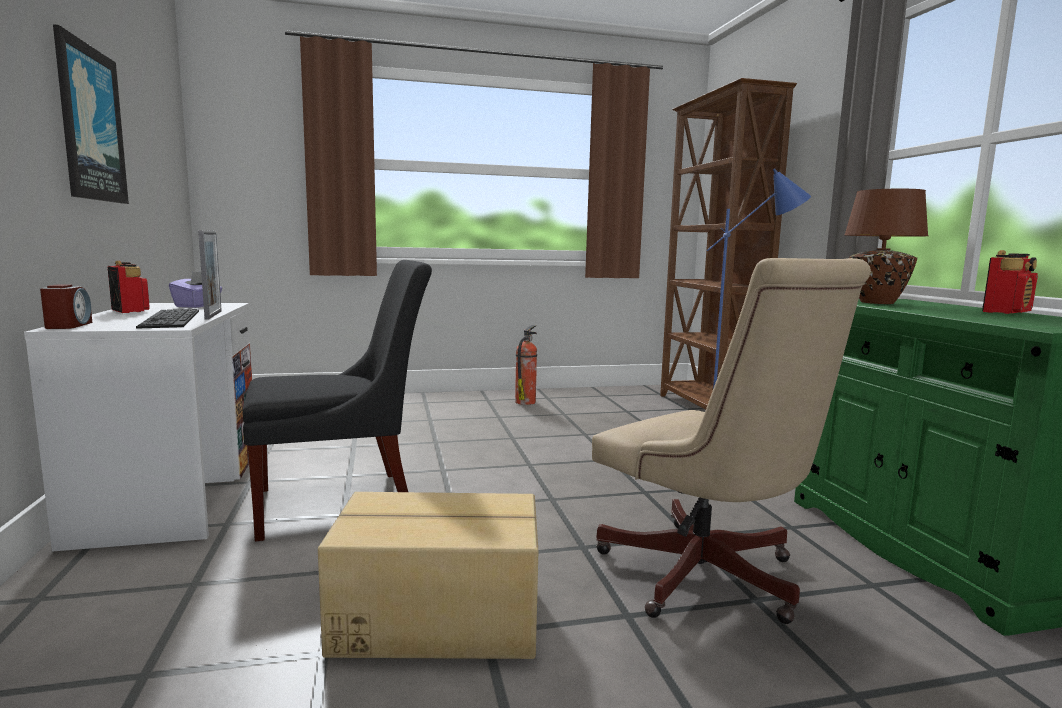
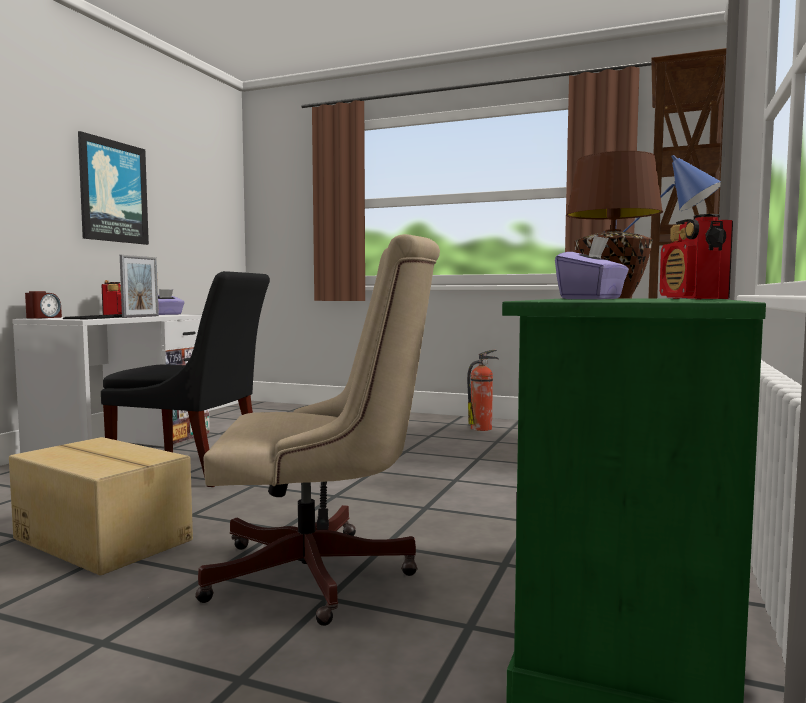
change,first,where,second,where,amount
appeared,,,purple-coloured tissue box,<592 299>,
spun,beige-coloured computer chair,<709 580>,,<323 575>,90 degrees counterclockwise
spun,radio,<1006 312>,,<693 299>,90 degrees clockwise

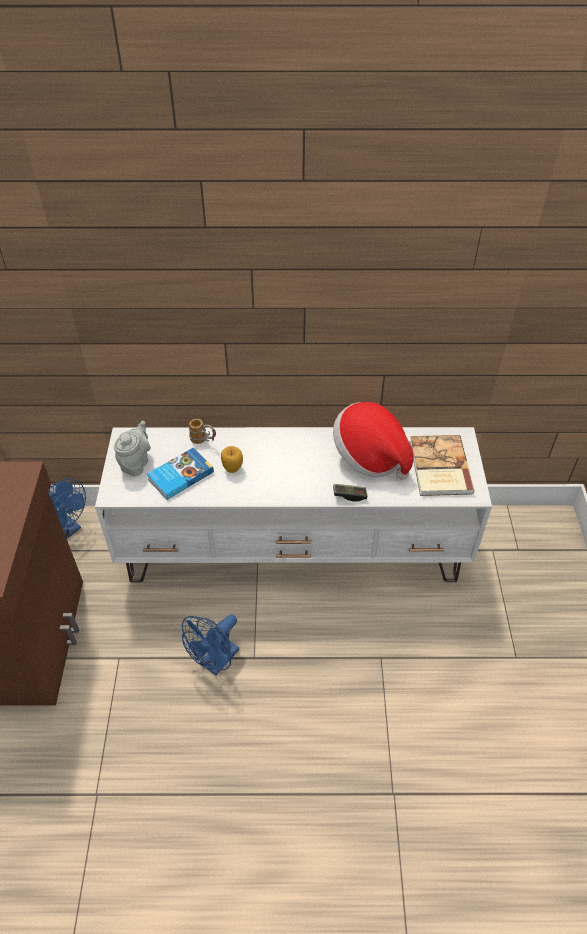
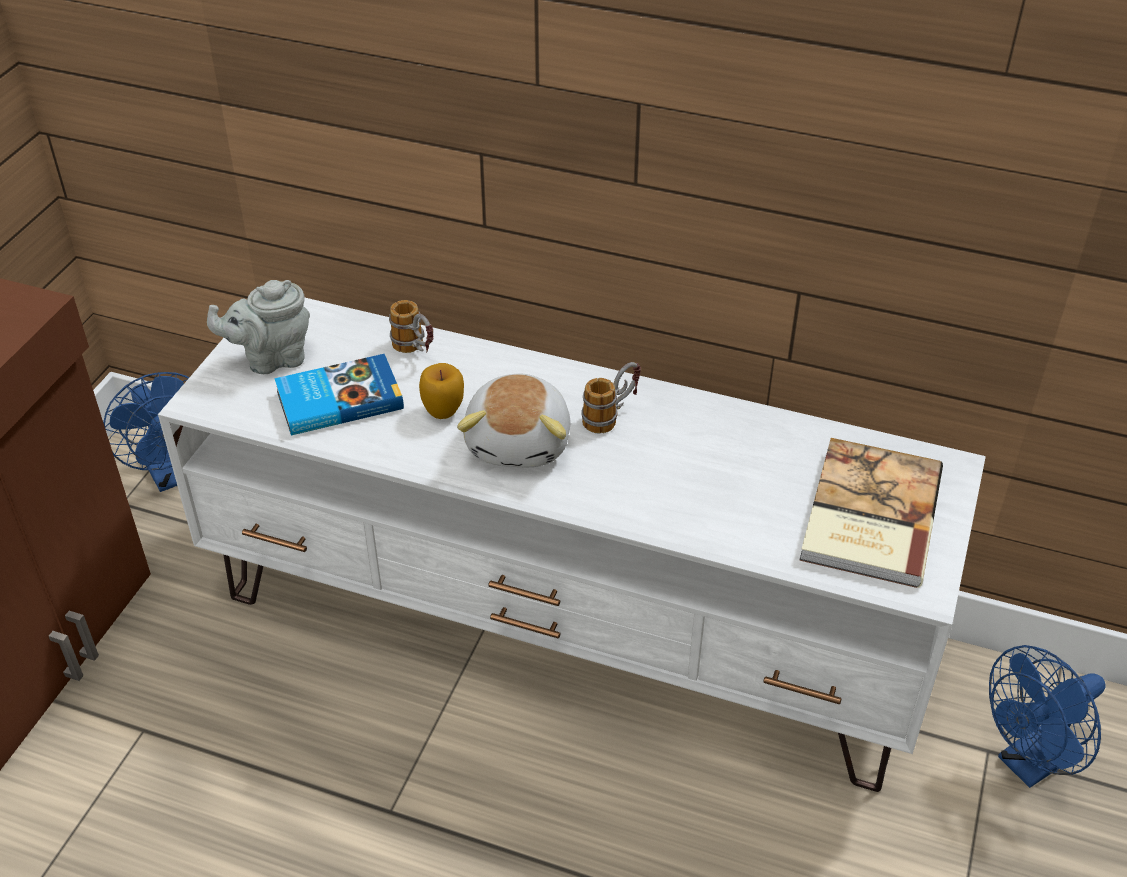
change,first,where,second,where,amount
missing,clothing hat,<370 456>,,,
missing,game controller,<349 495>,,,
appeared,,,soft toy,<520 442>,
appeared,,,mug,<611 416>,
relocated,blue cooling fan,<216 662>,,<1030 763>,
spun,grey pot for tea,<136 463>,,<272 358>,150 degrees counterclockwise

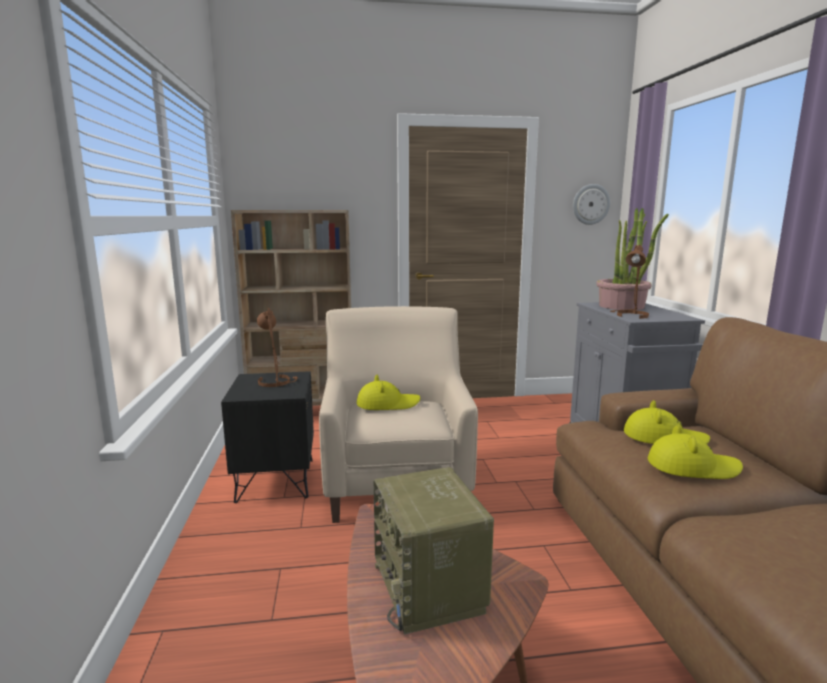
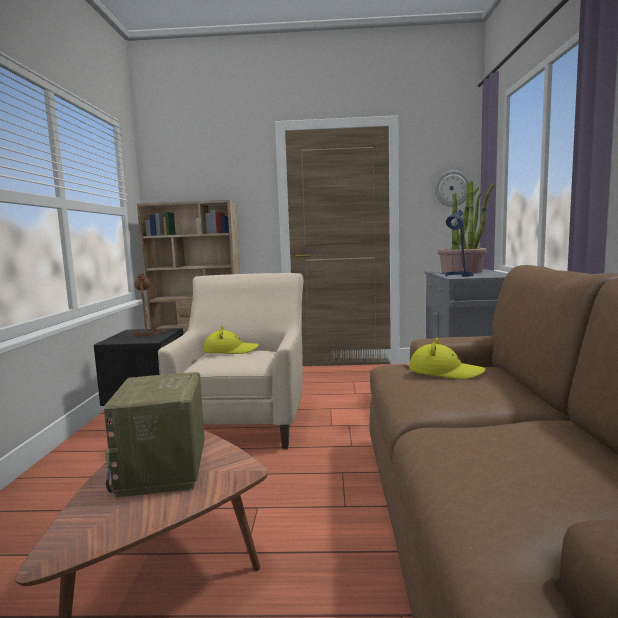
change,first,where,second,where,amount
missing,yellowish clothing hat,<692 467>,,,
colour,brown lamp for a table,<630 315>,blue lamp for a table,<457 275>,

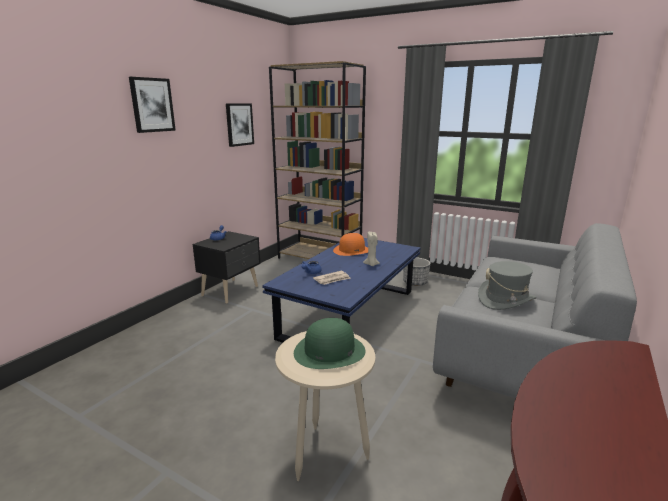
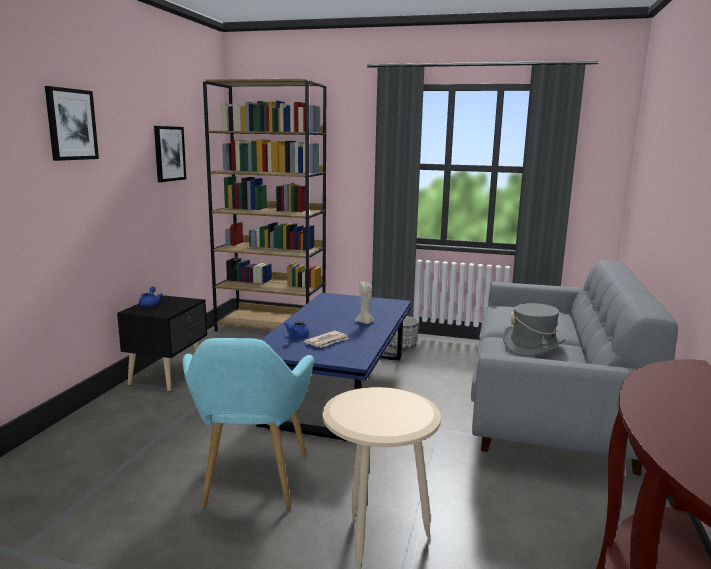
change,first,where,second,where,amount
missing,green-coloured clothing hat,<329 351>,,,
missing,orange-coloured clothing hat,<352 250>,,,
appeared,,,blue-green lounge chair,<251 484>,

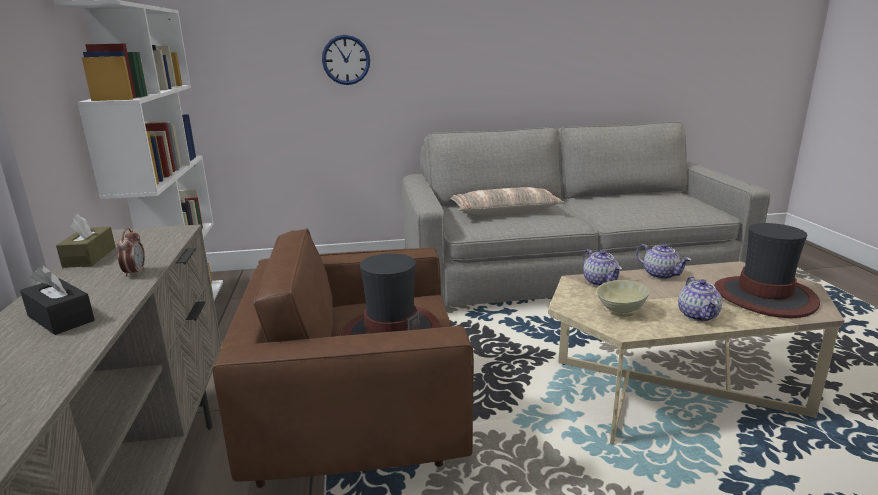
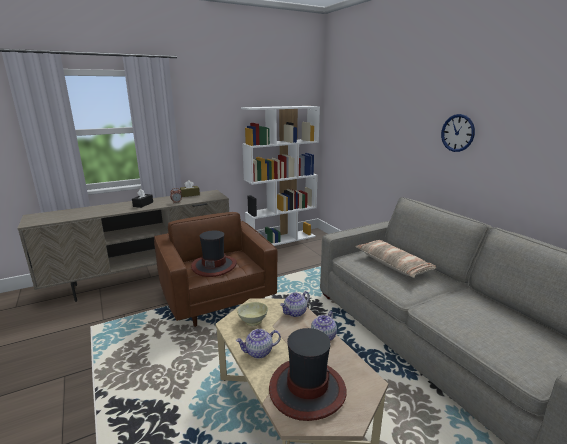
change,first,where,second,where,amount
relocated,clock on the wall,<346 60>,,<457 133>,

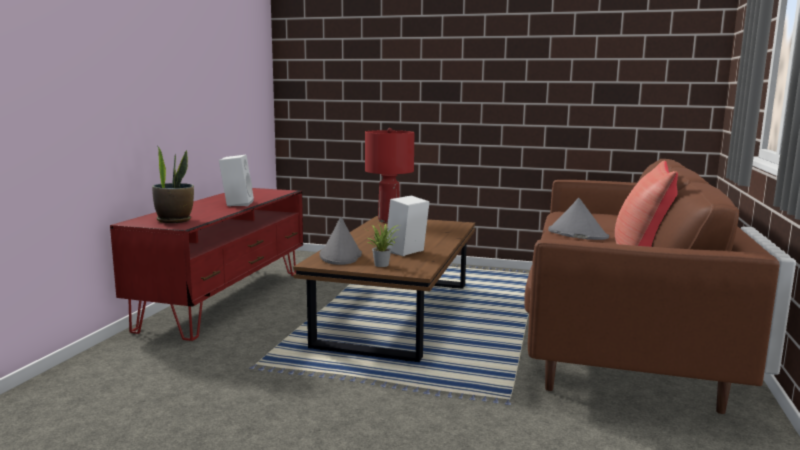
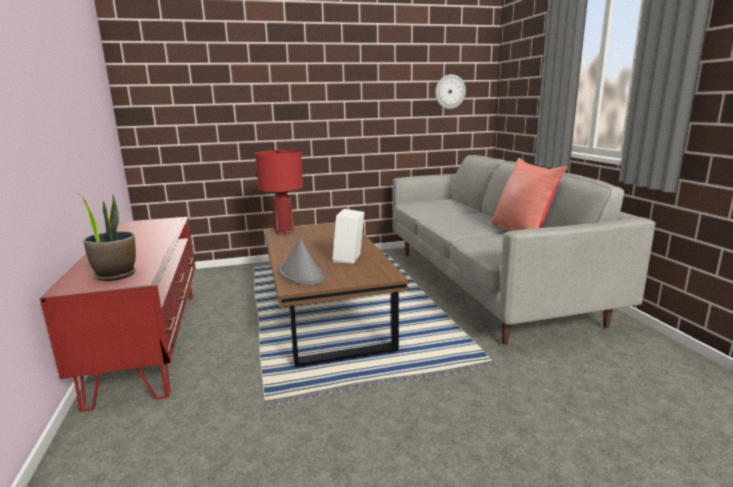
change,first,where,second,where,amount
missing,whitish audio speaker,<237 203>,,,
missing,plant in a pot,<382 264>,,,
missing,grey clothing hat,<577 234>,,,
appeared,,,clock on the wall,<450 91>,
colour,brown couch,<618 331>,grey couch,<486 285>,

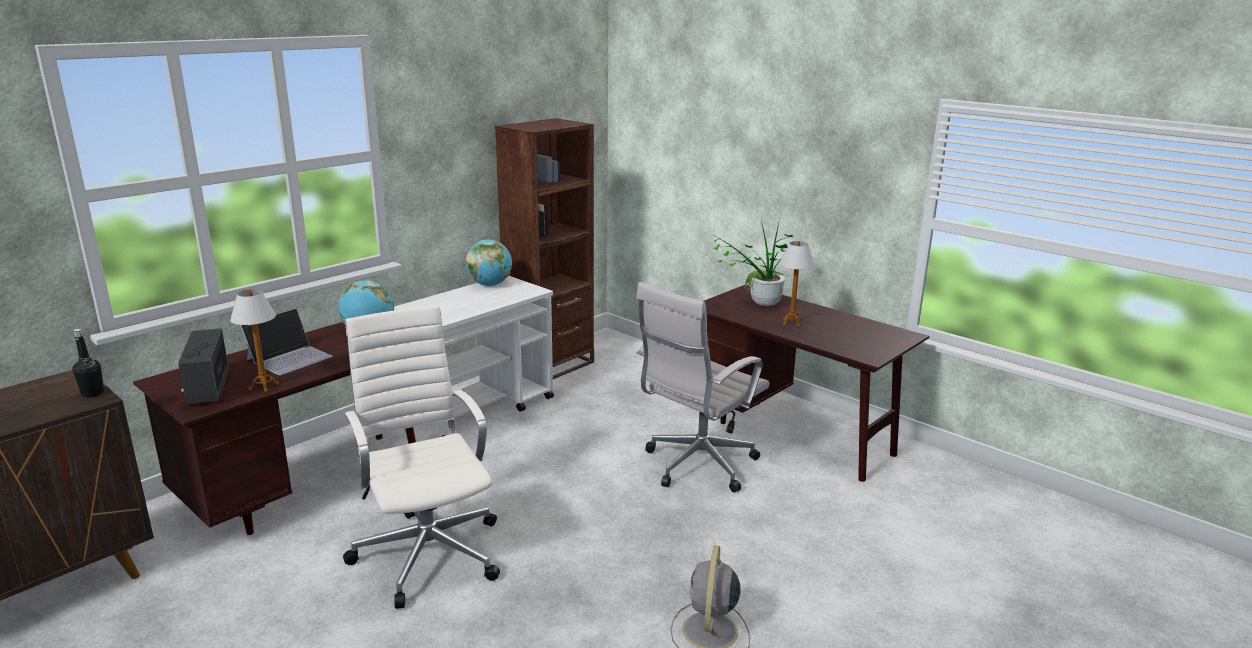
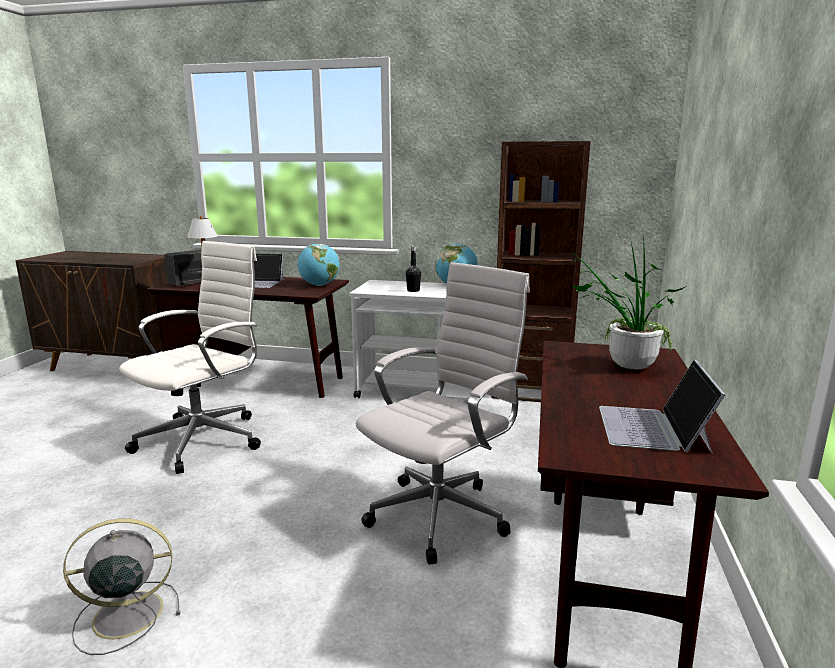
change,first,where,second,where,amount
missing,lamp for a table,<791 323>,,,
appeared,,,notebook computer,<653 428>,
relocated,black bottle,<92 393>,,<413 290>,
spun,whitish computer chair,<696 466>,,<442 513>,120 degrees clockwise

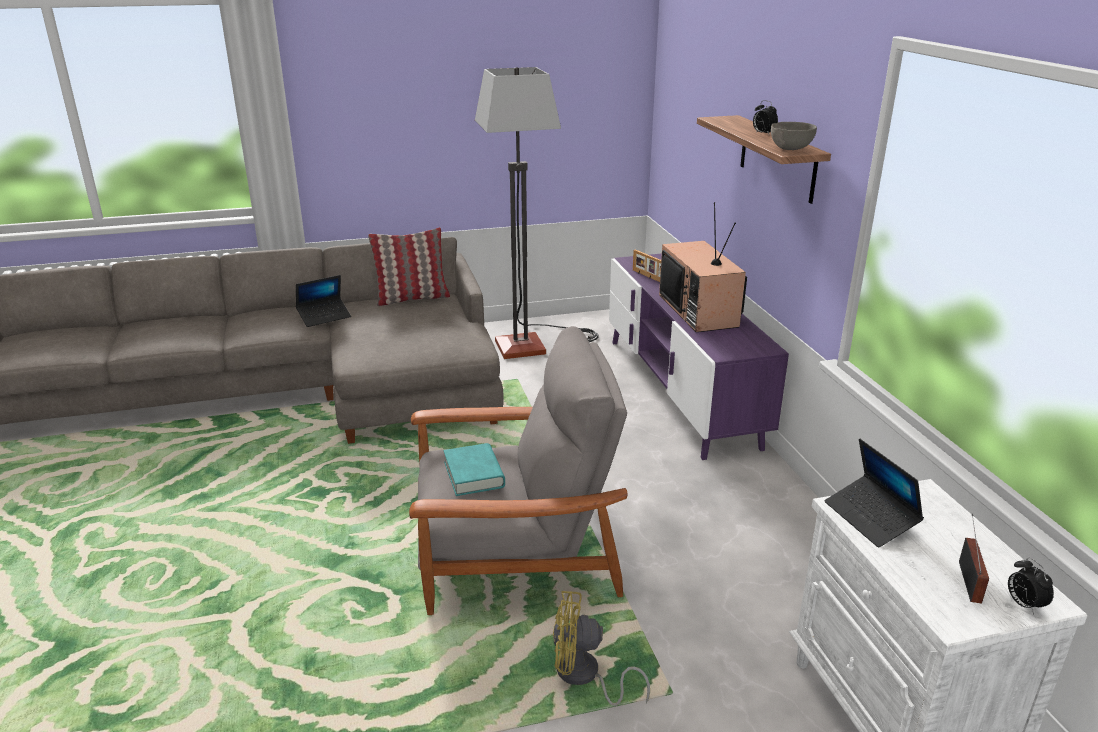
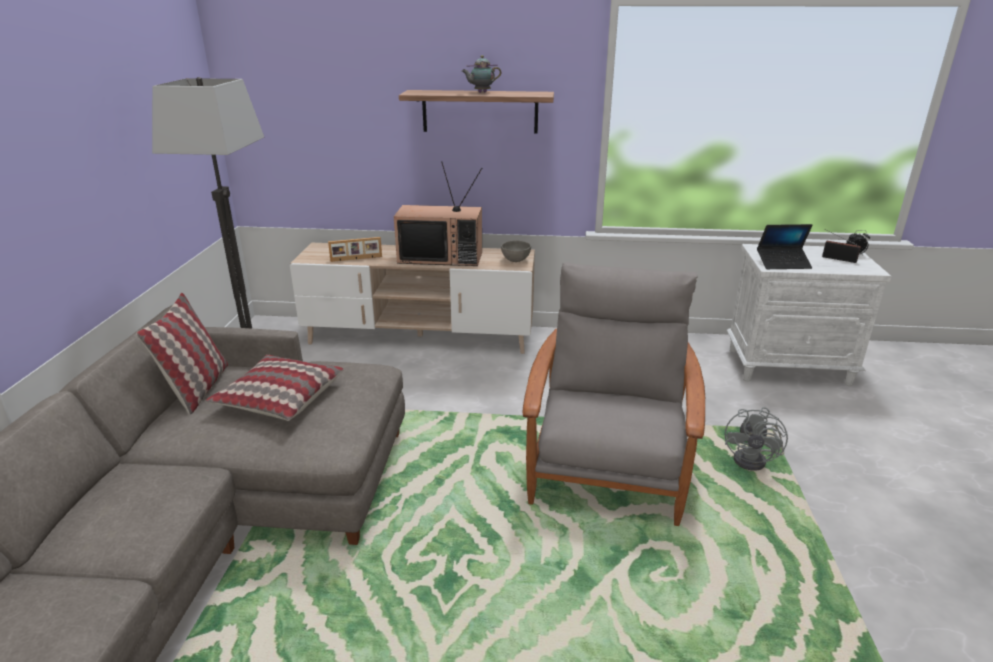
change,first,where,second,where,amount
missing,notebook computer,<324 317>,,,
missing,blue-green volume,<474 474>,,,
appeared,,,throw pillow,<279 398>,
relocated,grey serving bowl,<790 149>,,<515 260>,
exchanged,alarm clock,<763 134>,pot for tea,<481 92>,
colour,yellowish cooling fan,<584 677>,grey cooling fan,<755 460>,
colour,purple-coloured tv unit,<680 390>,beige-coloured tv unit,<419 336>,

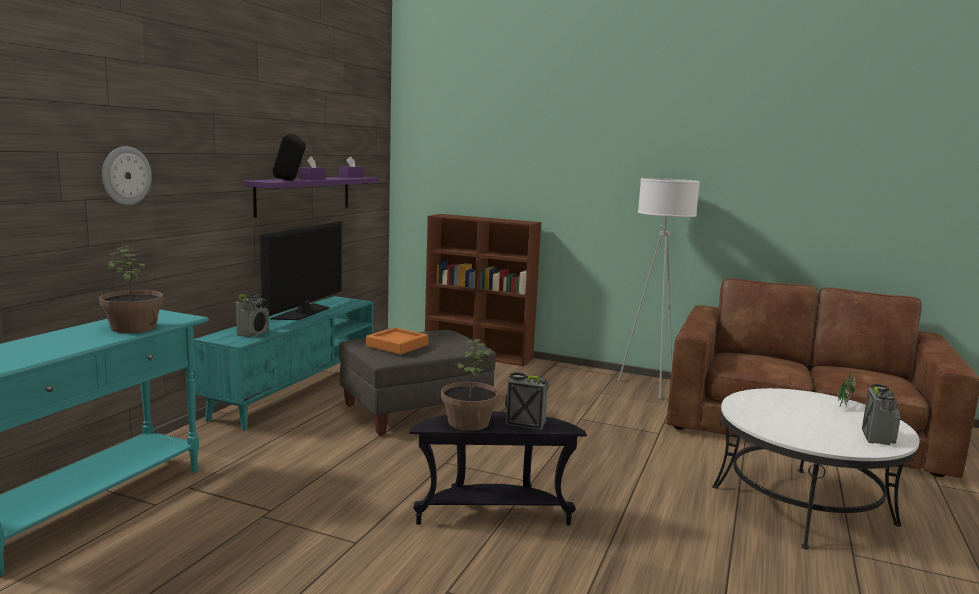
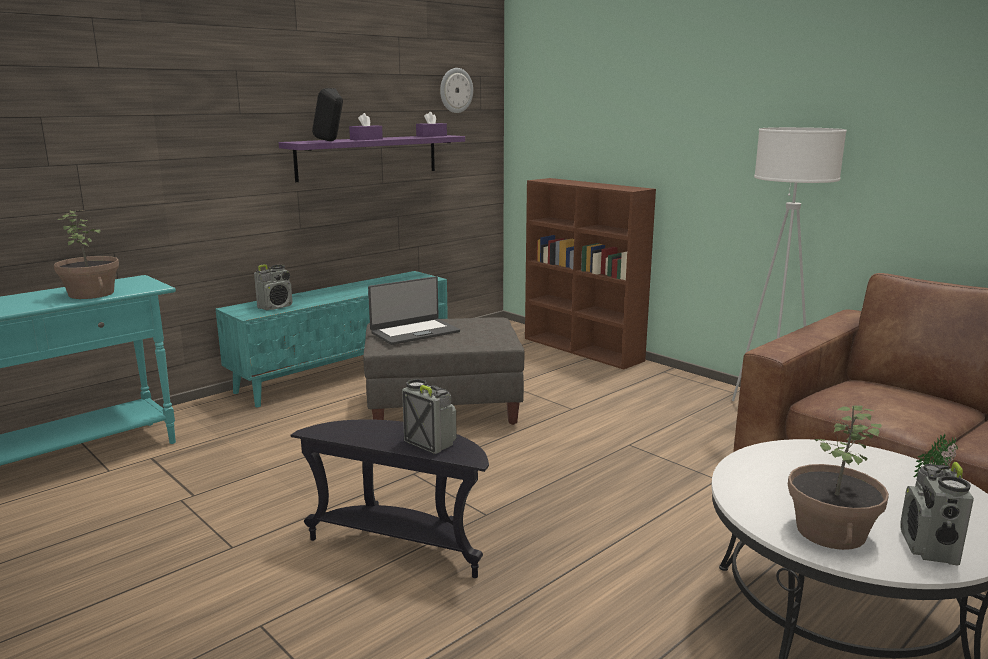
change,first,where,second,where,amount
missing,TV,<303 312>,,,
relocated,clock on the wall,<125 175>,,<455 90>,
relocated,plant in a pot,<468 422>,,<829 531>,
exchanged,orange-coloured serving tray,<397 345>,notebook computer,<414 332>,
spun,radio,<877 437>,,<928 547>,150 degrees clockwise

